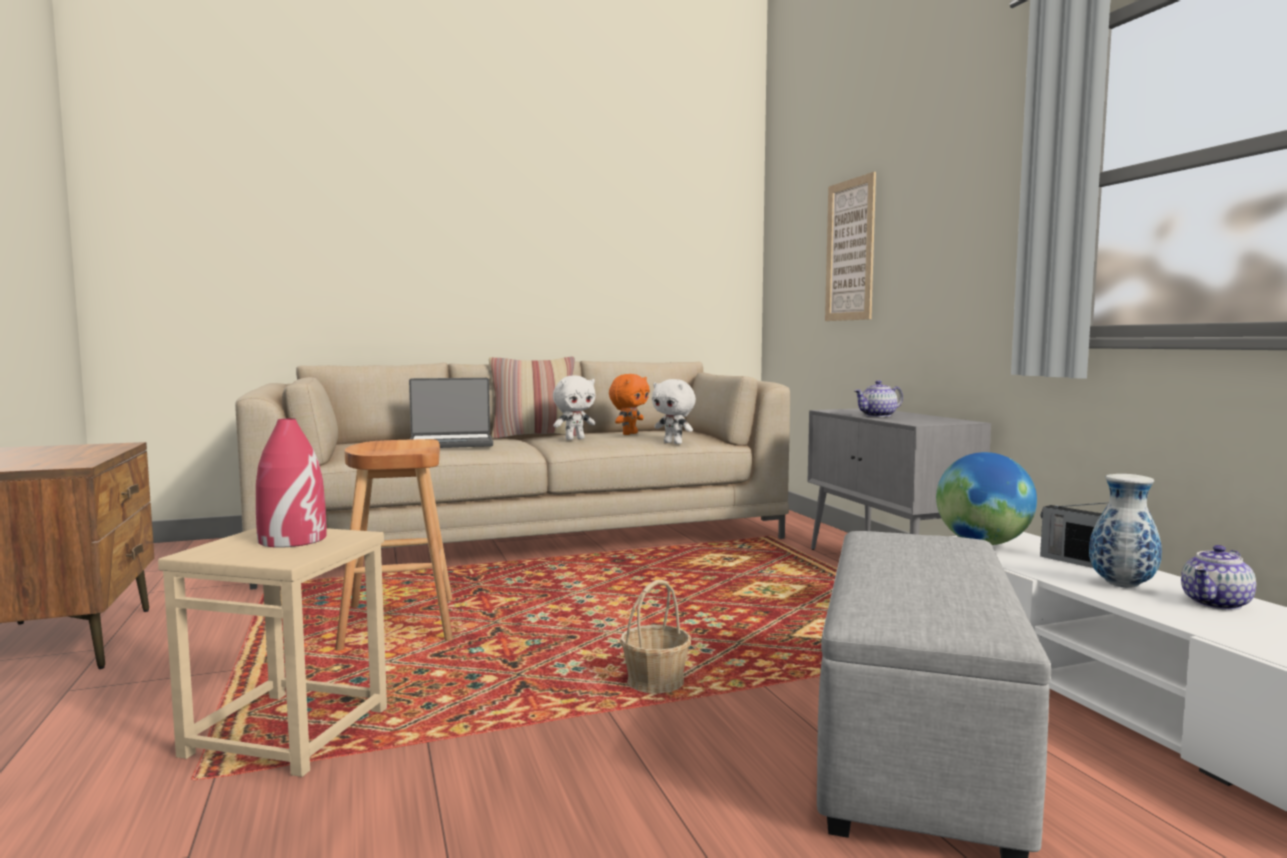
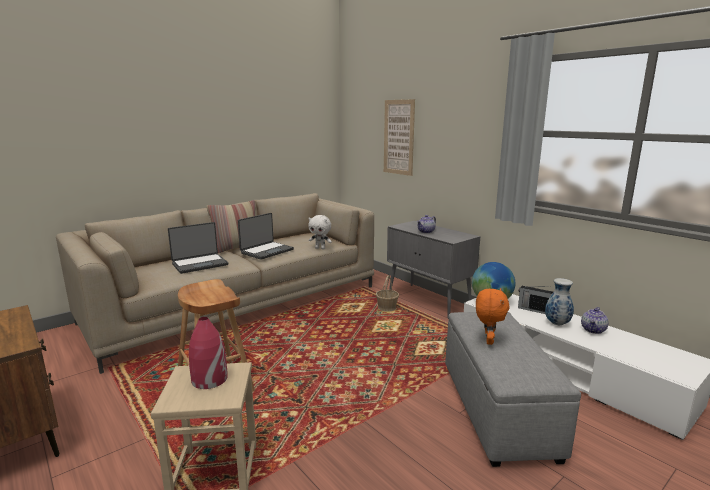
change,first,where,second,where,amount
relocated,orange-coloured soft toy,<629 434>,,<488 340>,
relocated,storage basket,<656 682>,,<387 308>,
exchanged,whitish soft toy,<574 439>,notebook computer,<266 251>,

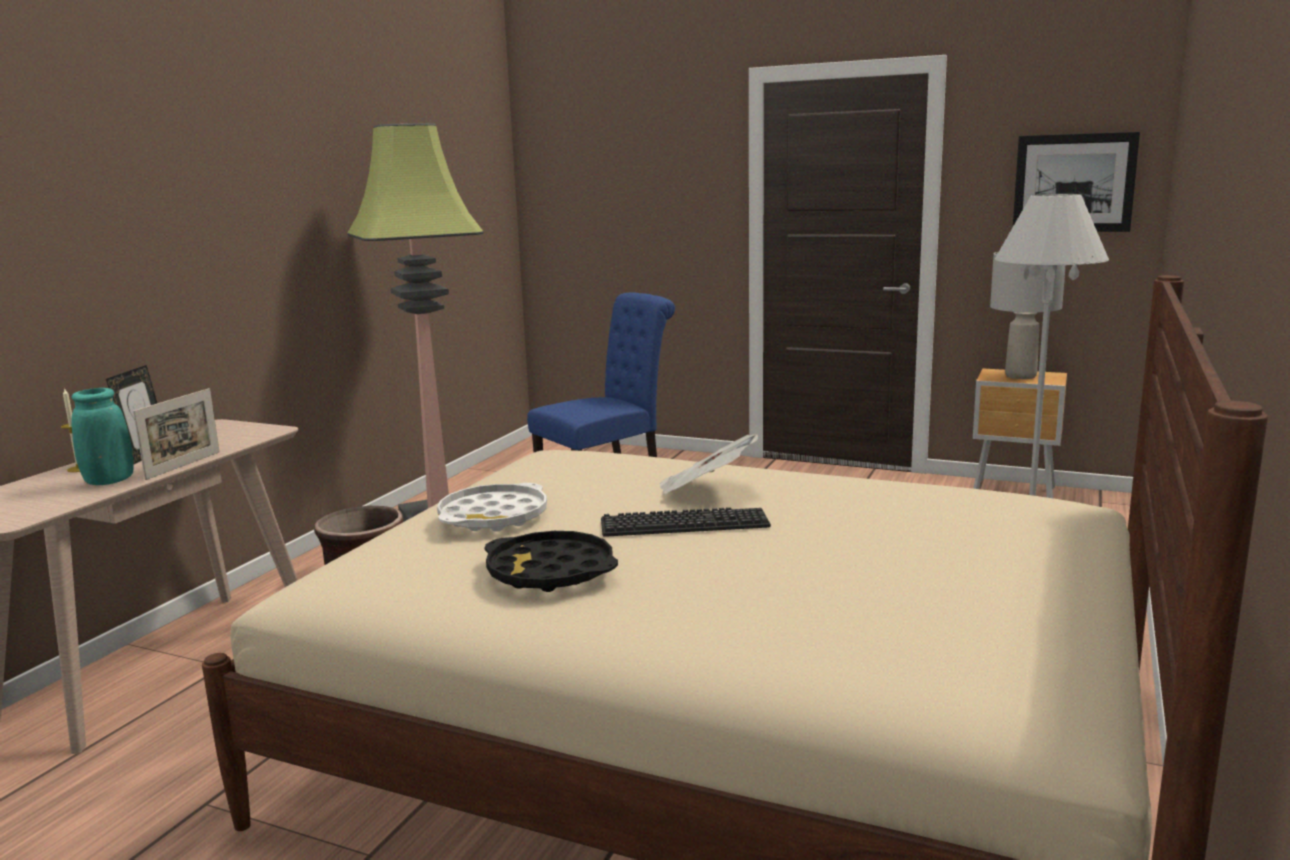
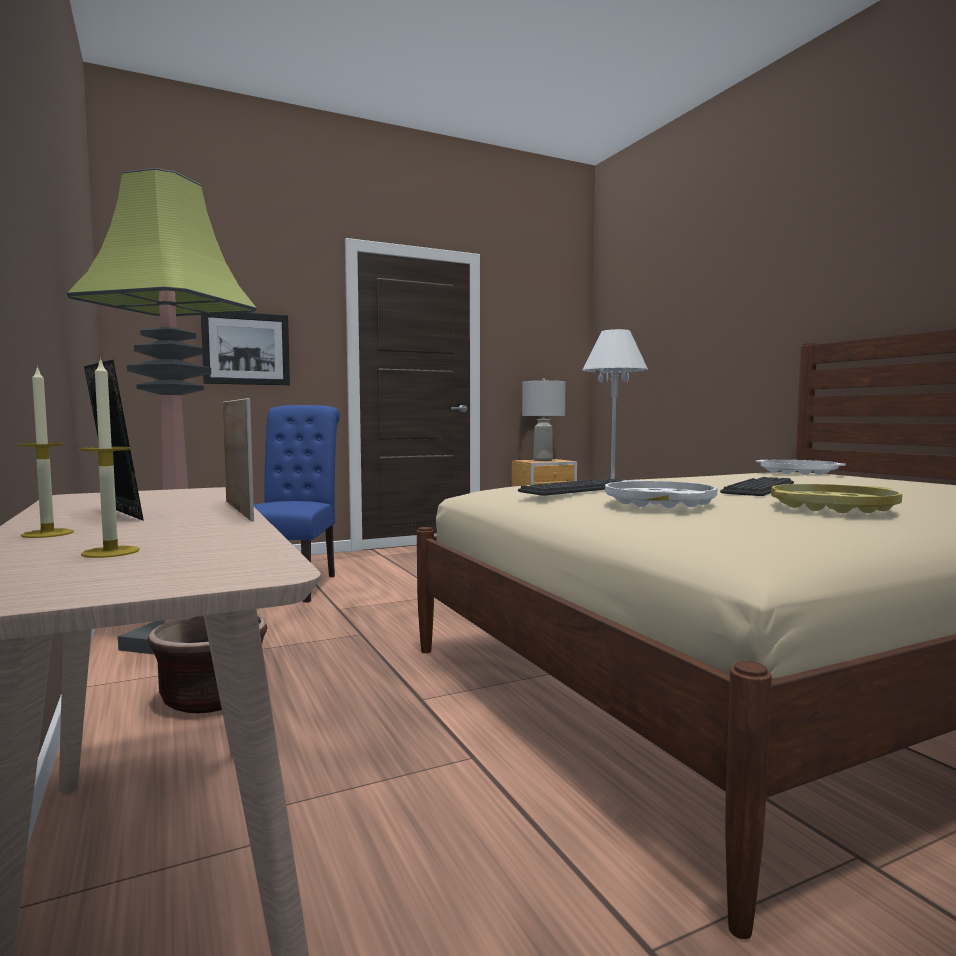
change,first,where,second,where,amount
missing,blue-green decorative vase,<109 481>,,,
missing,printed paper,<705 491>,,,
appeared,,,candle,<110 552>,
appeared,,,PC keyboard,<581 489>,
appeared,,,whitish serving tray,<798 472>,
relocated,wall art,<1074 183>,,<246 348>,
colour,black serving tray,<550 571>,yellowish serving tray,<833 507>,

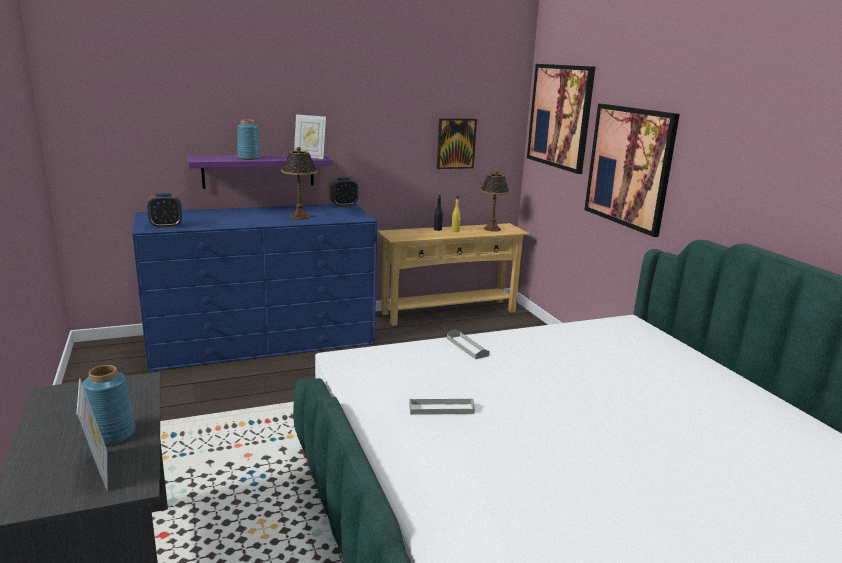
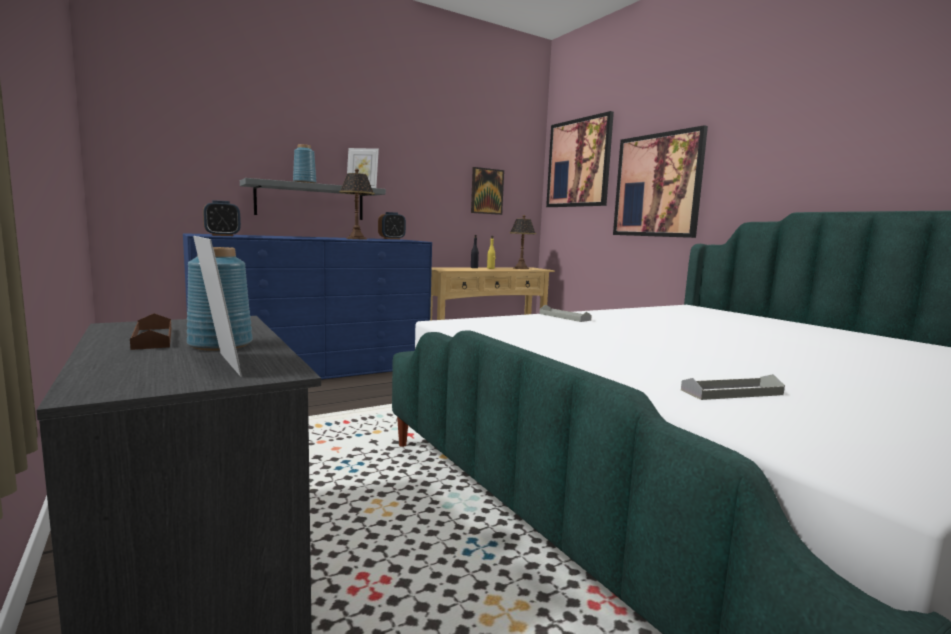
change,first,where,second,where,amount
appeared,,,brown serving tray,<152 338>,
relocated,grey serving tray,<441 409>,,<731 392>,
colour,purple-coloured bracket shelf,<258 170>,grey bracket shelf,<310 201>,

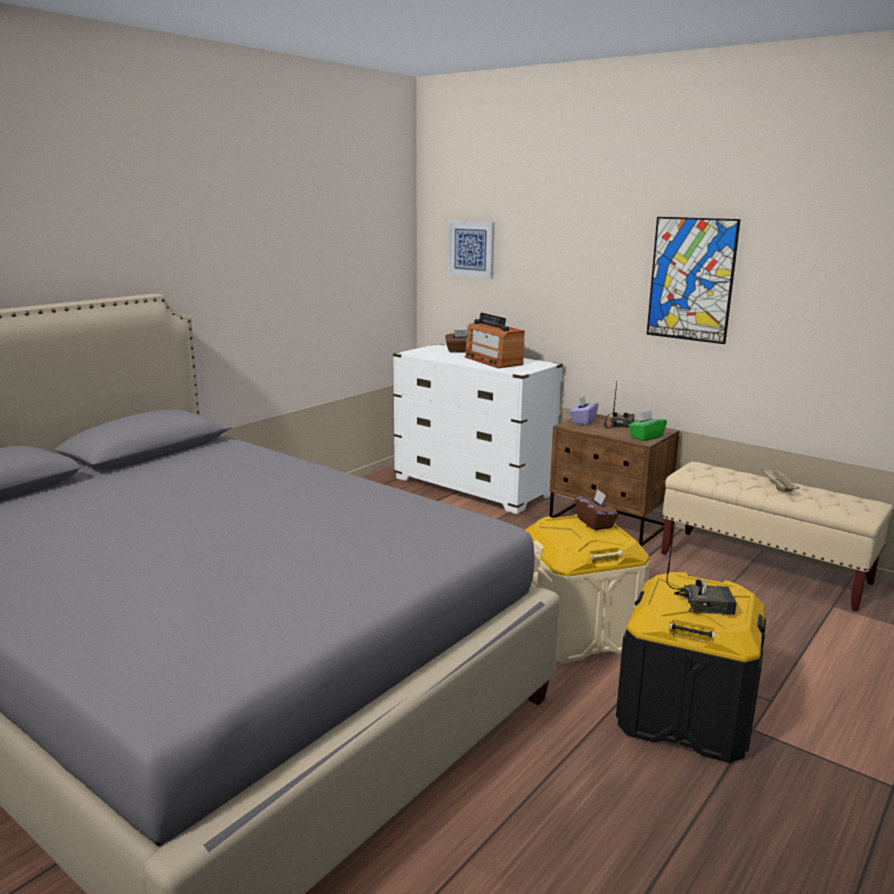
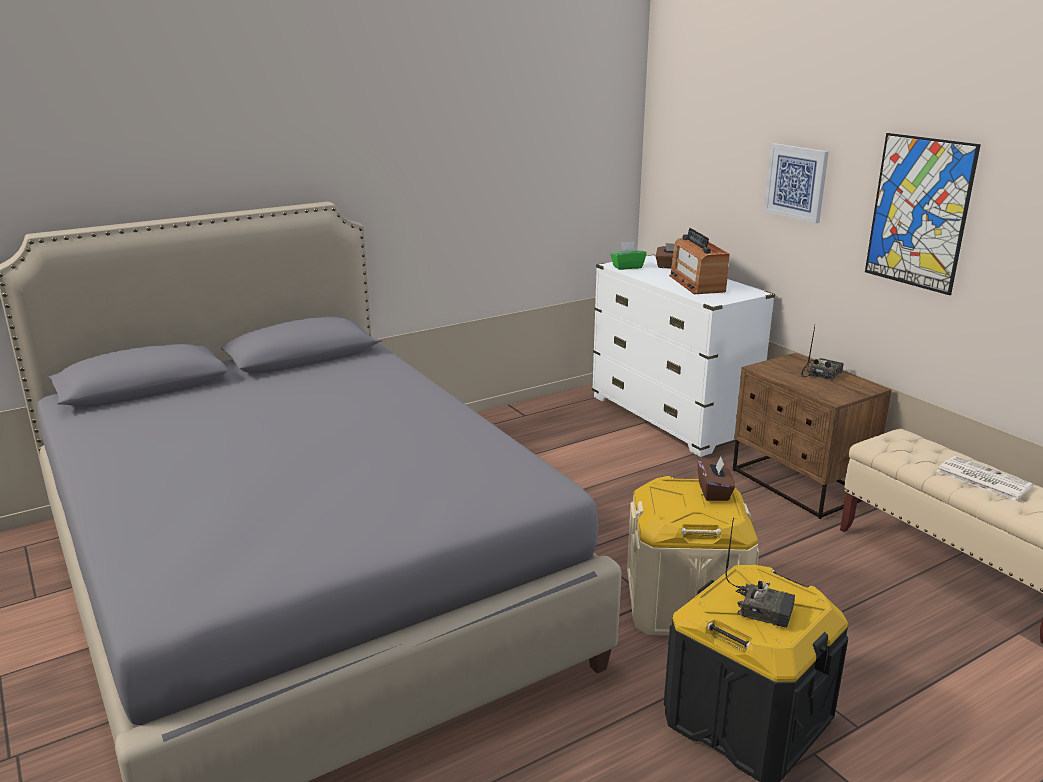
change,first,where,second,where,amount
missing,purple-coloured tissue box,<583 421>,,,
relocated,wall art,<471 249>,,<796 182>,
relocated,green-coloured tissue box,<646 437>,,<627 267>,
exchanged,beige-coloured serving tray,<778 487>,printed paper,<981 479>,

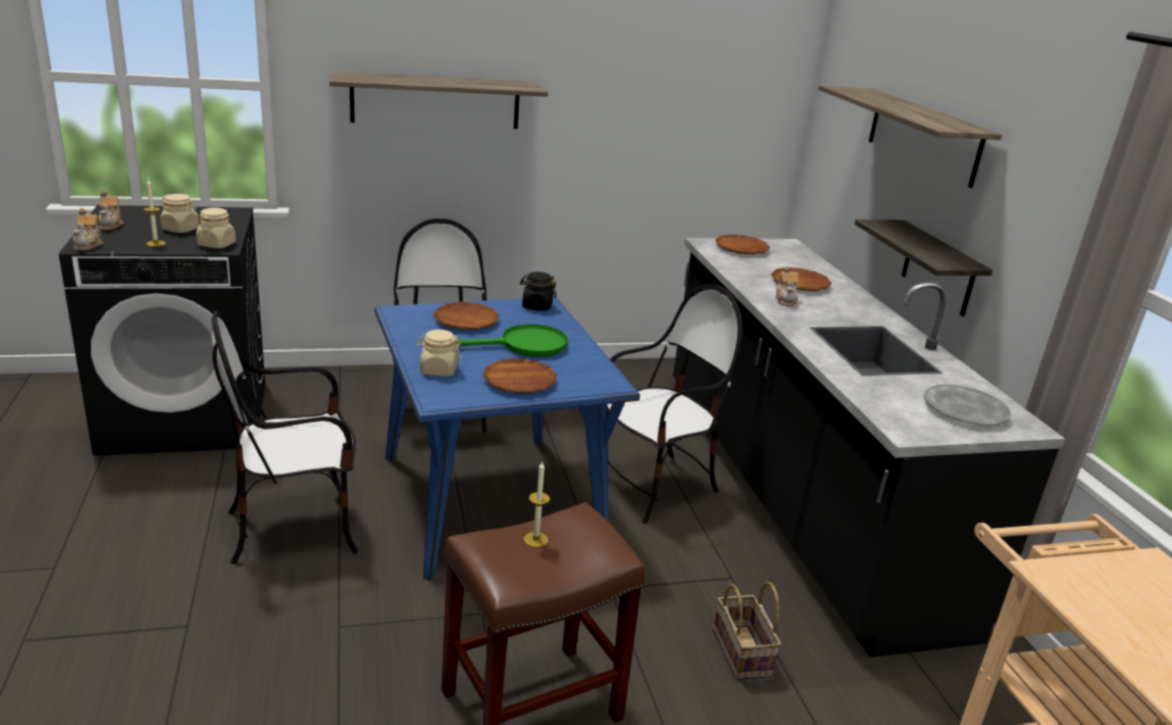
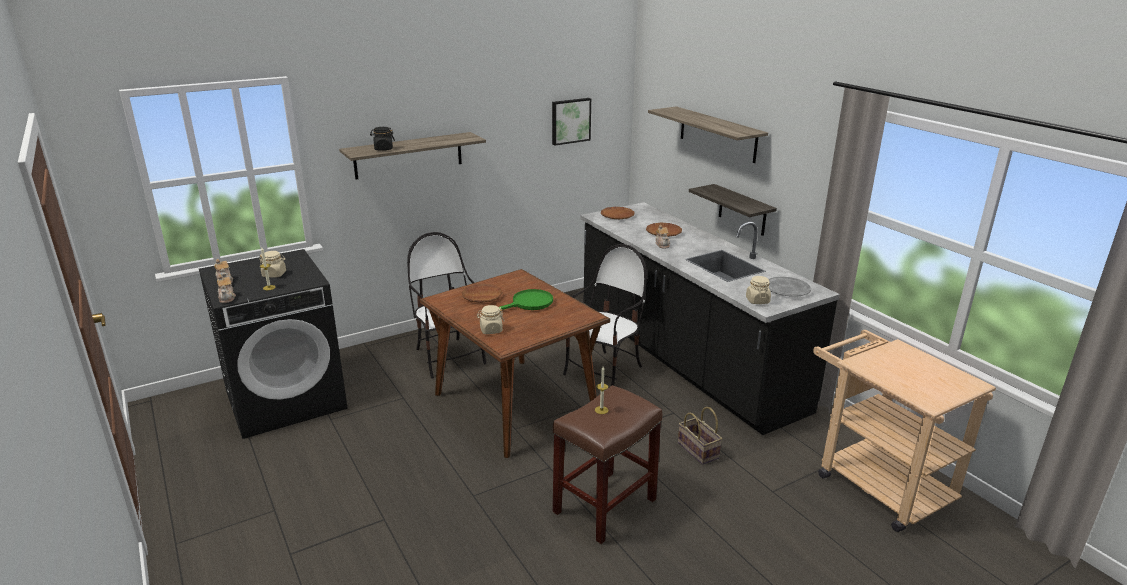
change,first,where,second,where,amount
missing,upright chair,<294 528>,,,
missing,brown dinner plate,<519 381>,,,
appeared,,,wall art,<570 121>,
relocated,beige-coloured preserve jar,<217 244>,,<757 300>,
relocated,black preserve jar,<537 306>,,<383 149>,
colour,blue kitchen table,<490 502>,brown kitchen table,<515 405>,

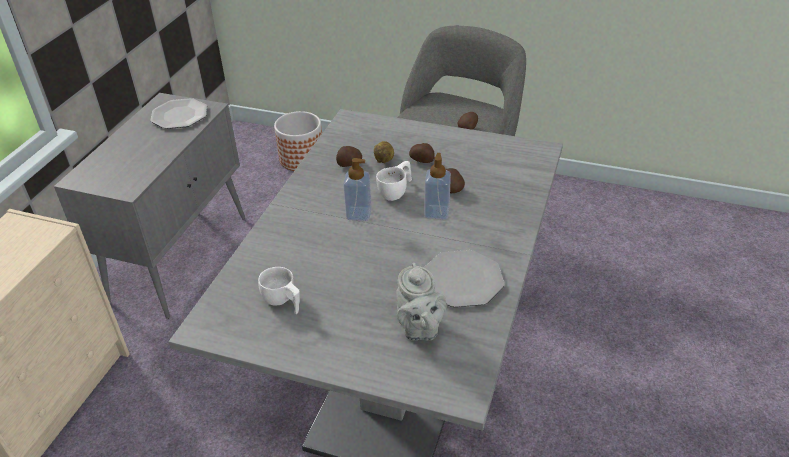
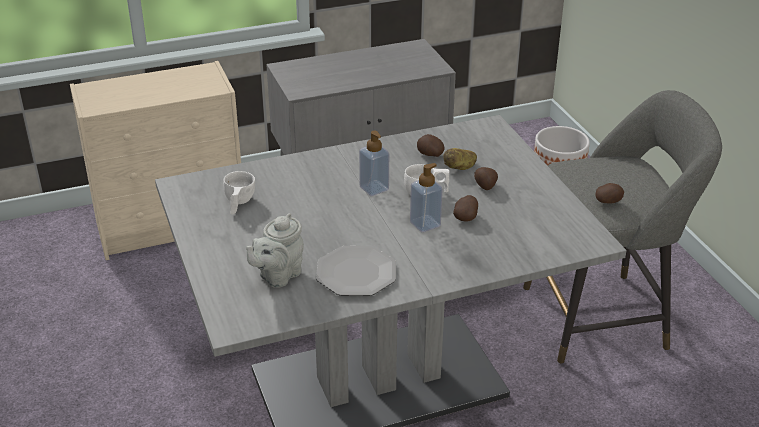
change,first,where,second,where,amount
missing,dinner plate,<179 115>,,,

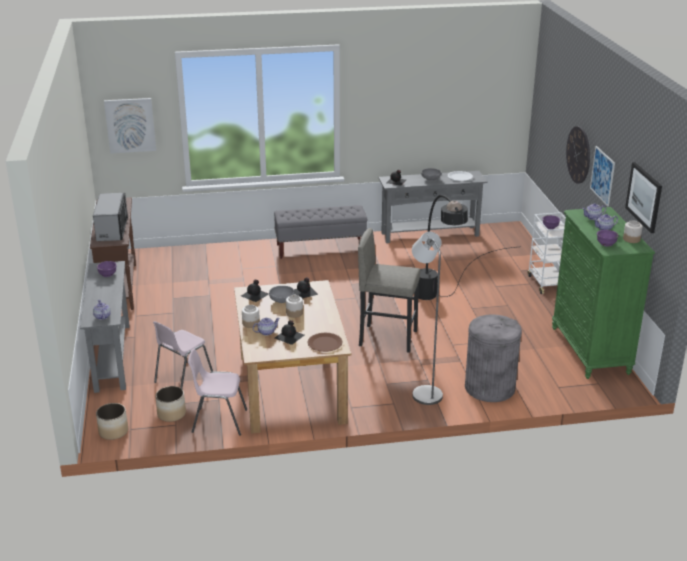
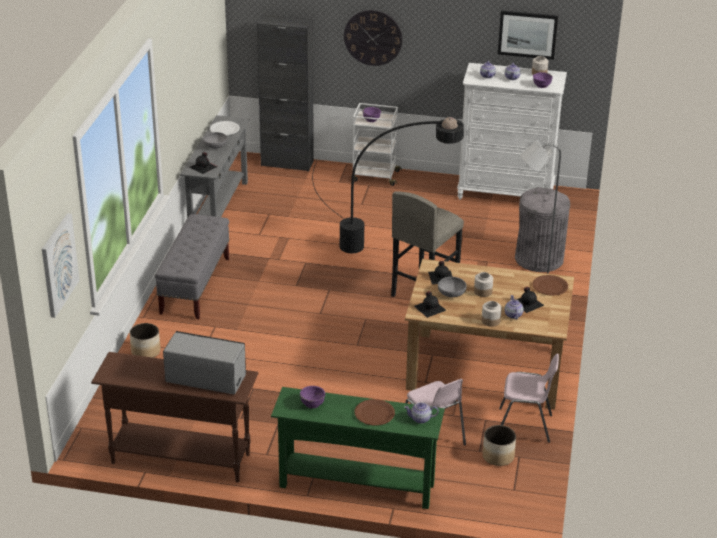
change,first,where,second,where,amount
missing,wall art,<602 175>,,,
appeared,,,black cupboard,<287 163>,
appeared,,,brown dinner plate,<374 413>,
relocated,plant pot,<113 431>,,<145 351>,
colour,grey hall table,<112 357>,green-coloured hall table,<356 486>,
colour,green-coloured chest of drawers,<590 351>,whitish chest of drawers,<505 193>,
spun,pinkish upright chair,<219 421>,,<525 426>,105 degrees counterclockwise

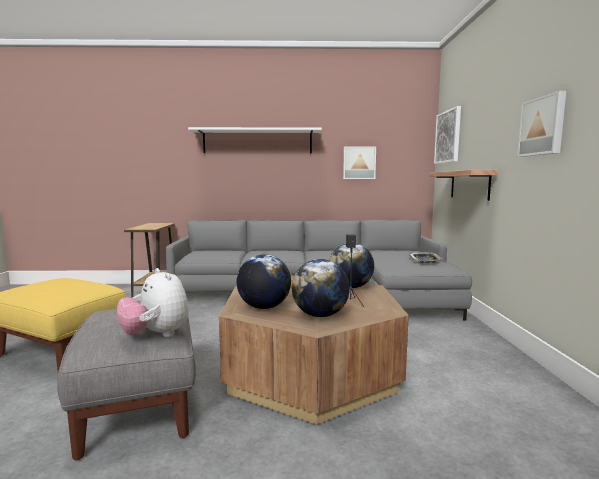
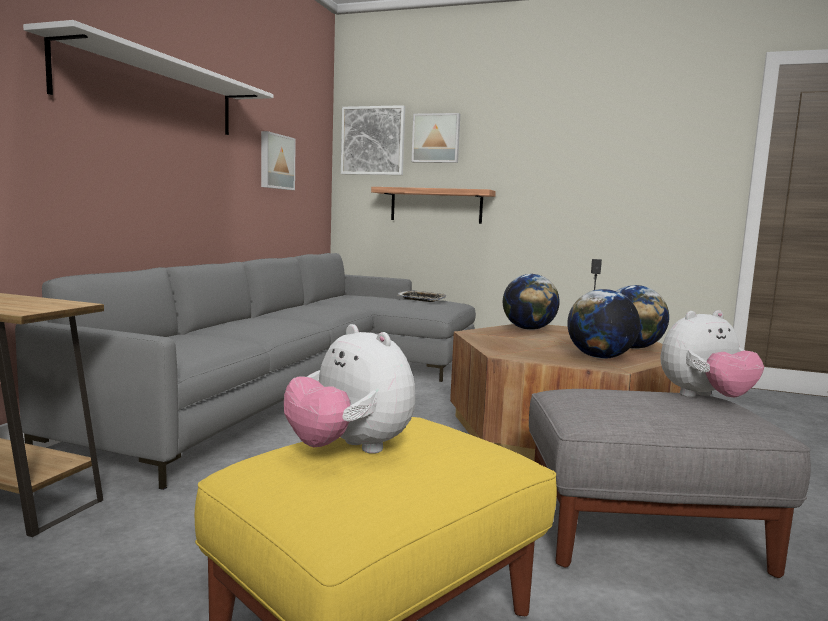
change,first,where,second,where,amount
appeared,,,soft toy,<350 450>,
relocated,wall art,<543 126>,,<436 138>,

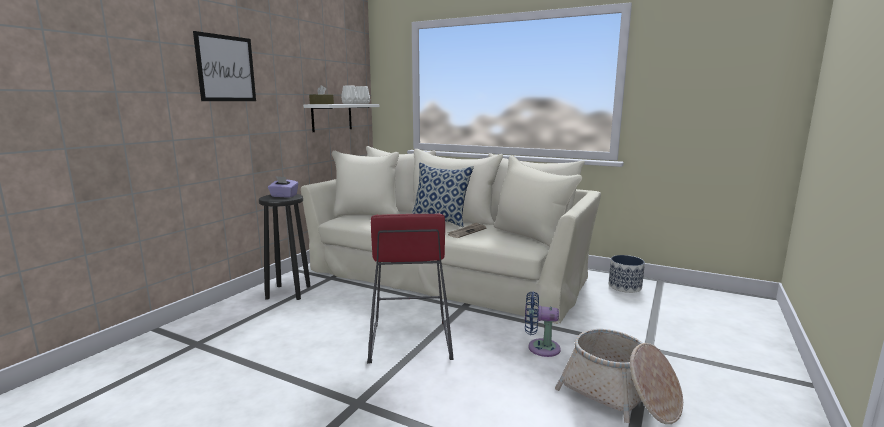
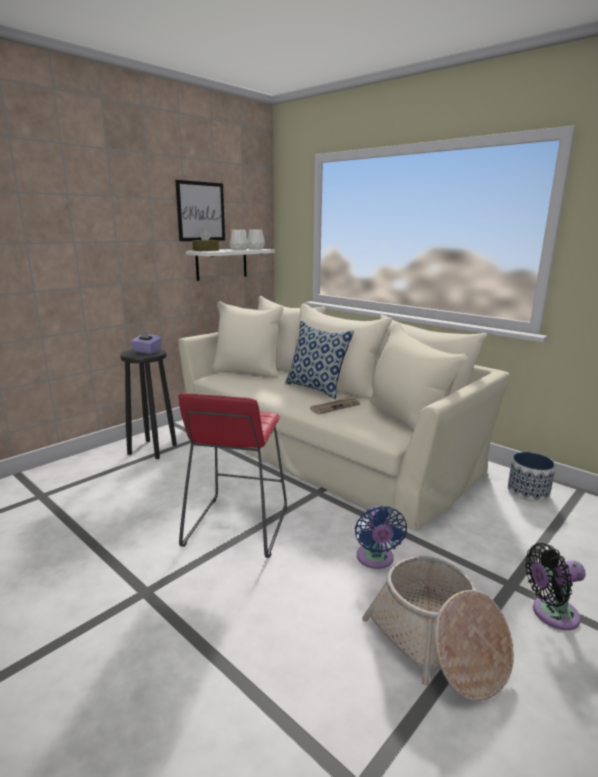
change,first,where,second,where,amount
appeared,,,black cooling fan,<551 614>,
relocated,wall art,<226 68>,,<201 211>,
spun,blue cooling fan,<540 347>,,<375 559>,120 degrees counterclockwise

